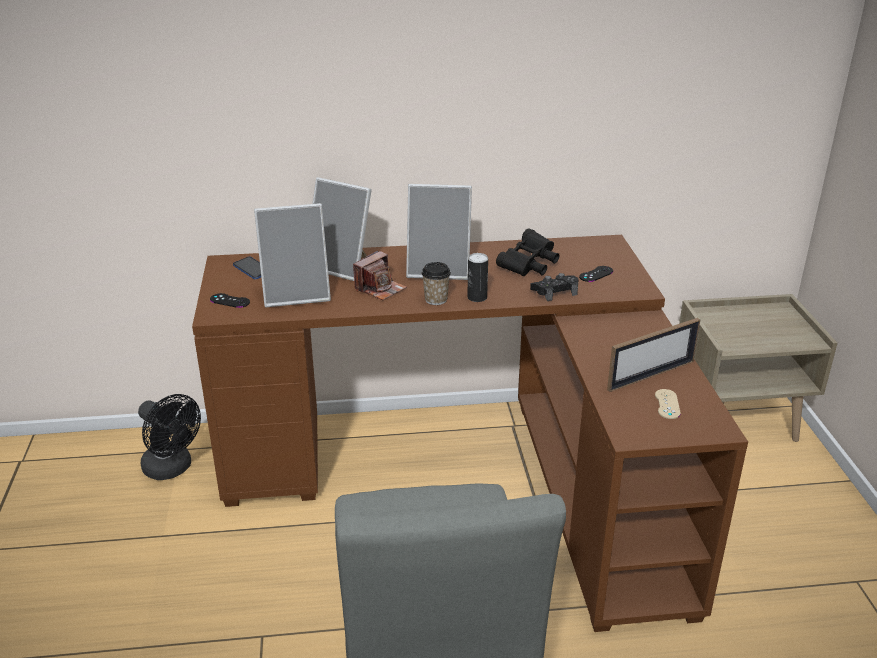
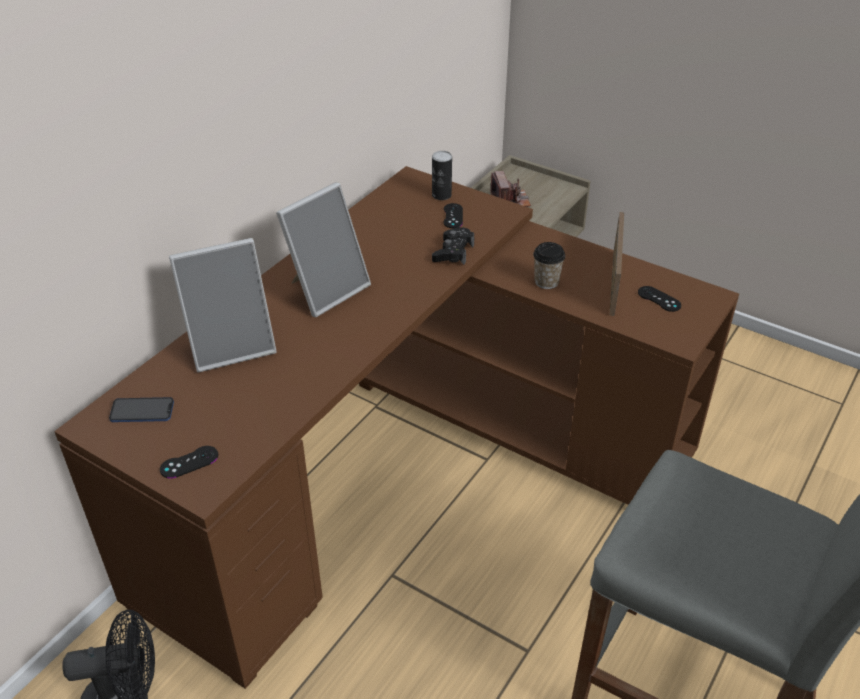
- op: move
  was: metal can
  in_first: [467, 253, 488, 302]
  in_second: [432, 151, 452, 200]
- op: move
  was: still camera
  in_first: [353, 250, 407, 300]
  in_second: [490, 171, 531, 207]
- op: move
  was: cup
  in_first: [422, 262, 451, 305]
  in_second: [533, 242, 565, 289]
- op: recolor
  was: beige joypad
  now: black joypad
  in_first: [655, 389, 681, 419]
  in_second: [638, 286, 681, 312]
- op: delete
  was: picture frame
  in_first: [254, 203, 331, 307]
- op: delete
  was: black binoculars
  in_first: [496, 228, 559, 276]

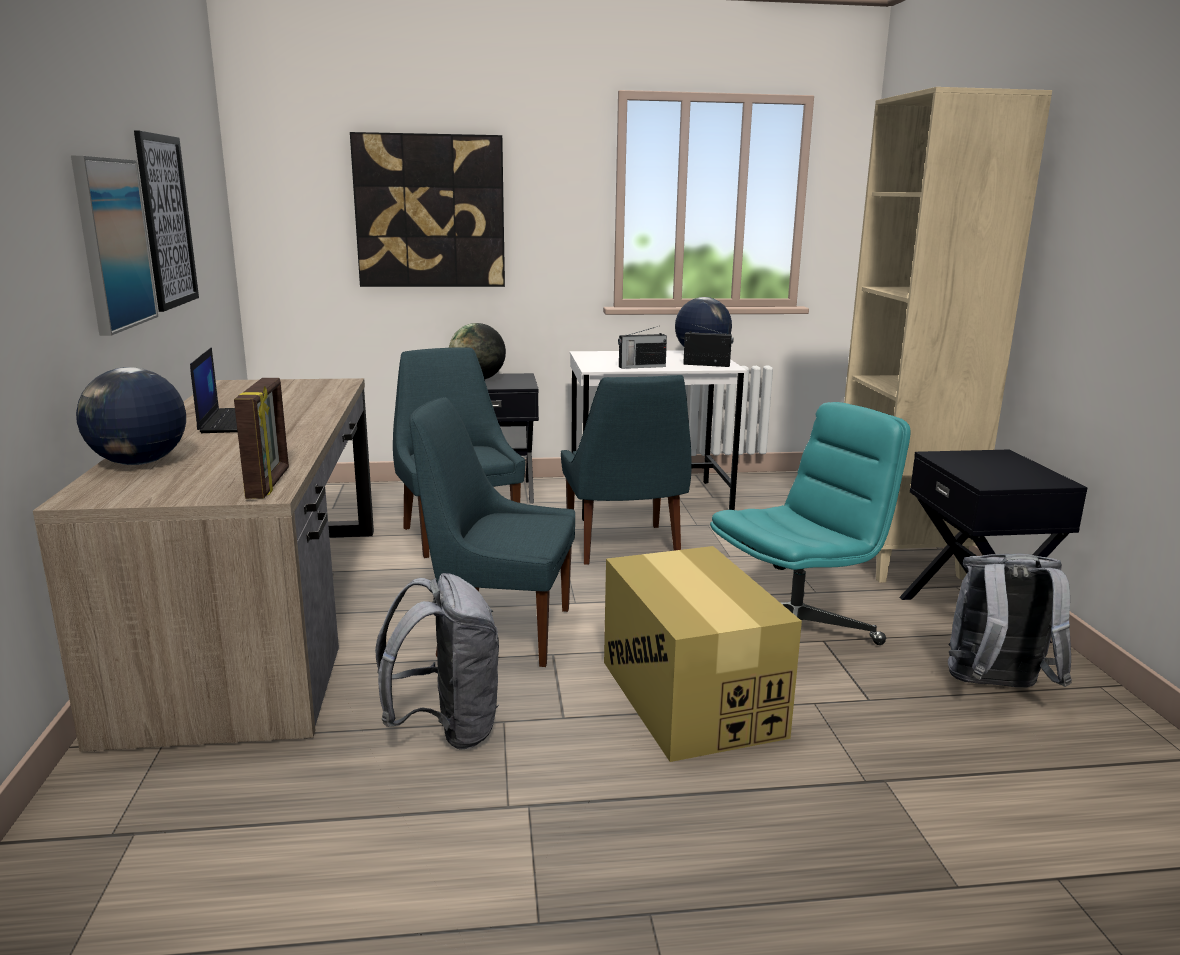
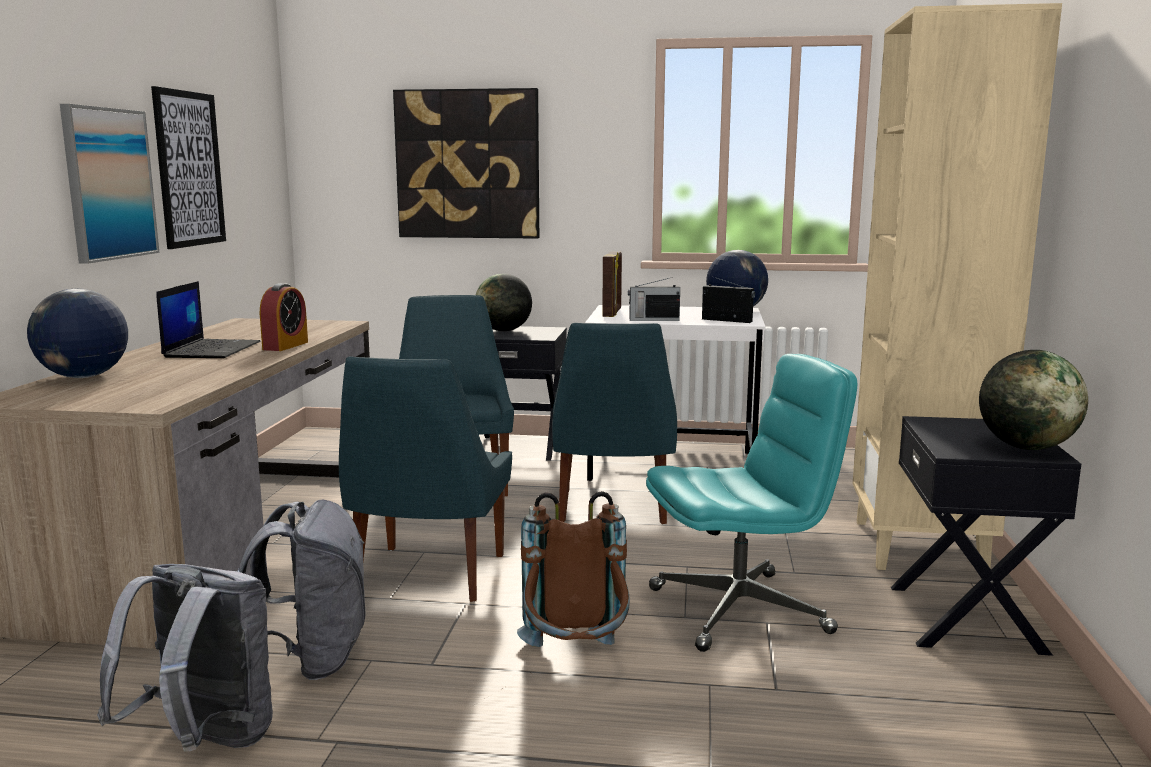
- op: move
  was: grey rucksack
  in_first: [948, 554, 1072, 688]
  in_second: [97, 564, 273, 751]
- op: insert
  now: bedside clock
  in_second: [260, 283, 308, 351]
- op: rotate
  was: blue upright chair
  in_first: [409, 397, 575, 667]
  in_second: [339, 357, 512, 602]
  clockwise: -105
- op: replace
  was: carton
  now: brownish rucksack
  in_first: [604, 546, 802, 762]
  in_second: [517, 491, 630, 647]
- op: move
  was: picture frame
  in_first: [234, 378, 289, 499]
  in_second: [602, 252, 622, 317]
- op: insert
  now: world globe
  in_second: [979, 350, 1088, 450]

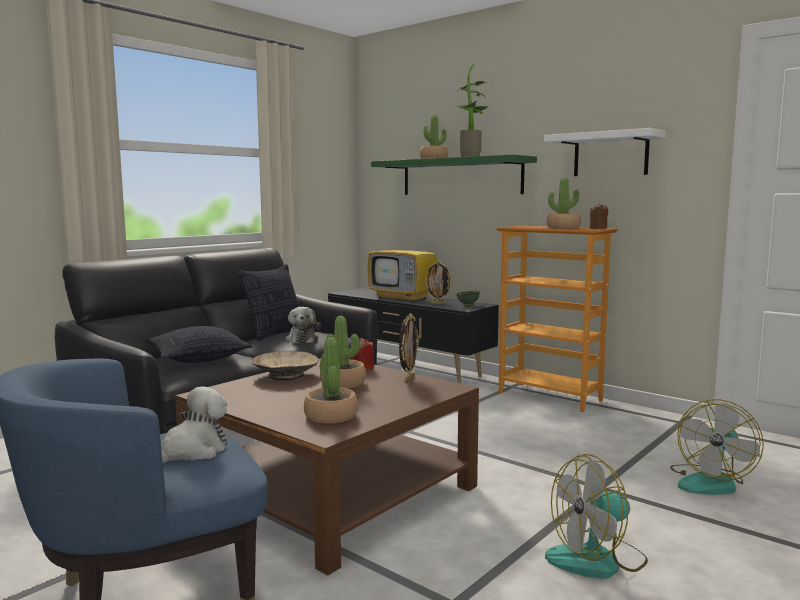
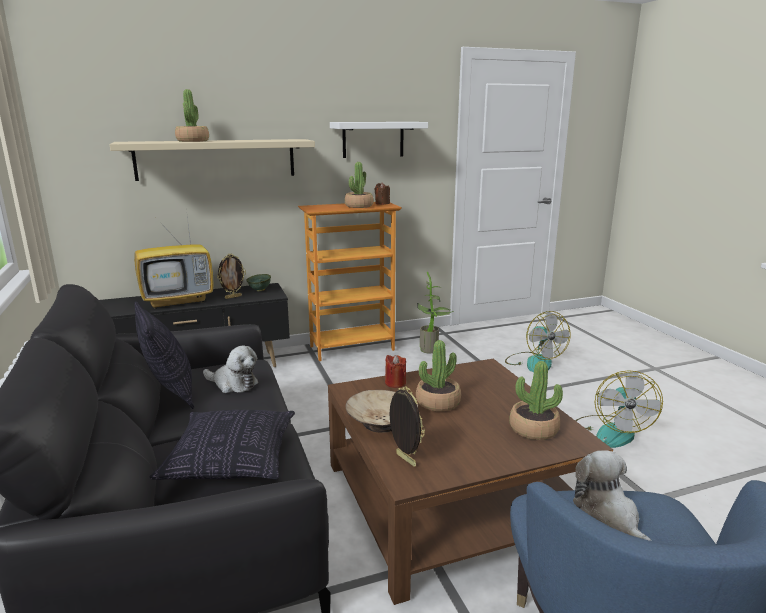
- op: recolor
  was: greenish shelf
  now: beige shelf
  in_first: [371, 155, 537, 195]
  in_second: [109, 139, 315, 181]
- op: move
  was: picture frame
  in_first: [399, 313, 419, 383]
  in_second: [390, 386, 425, 467]
- op: move
  was: plant in a pot
  in_first: [455, 64, 489, 157]
  in_second: [417, 272, 454, 354]

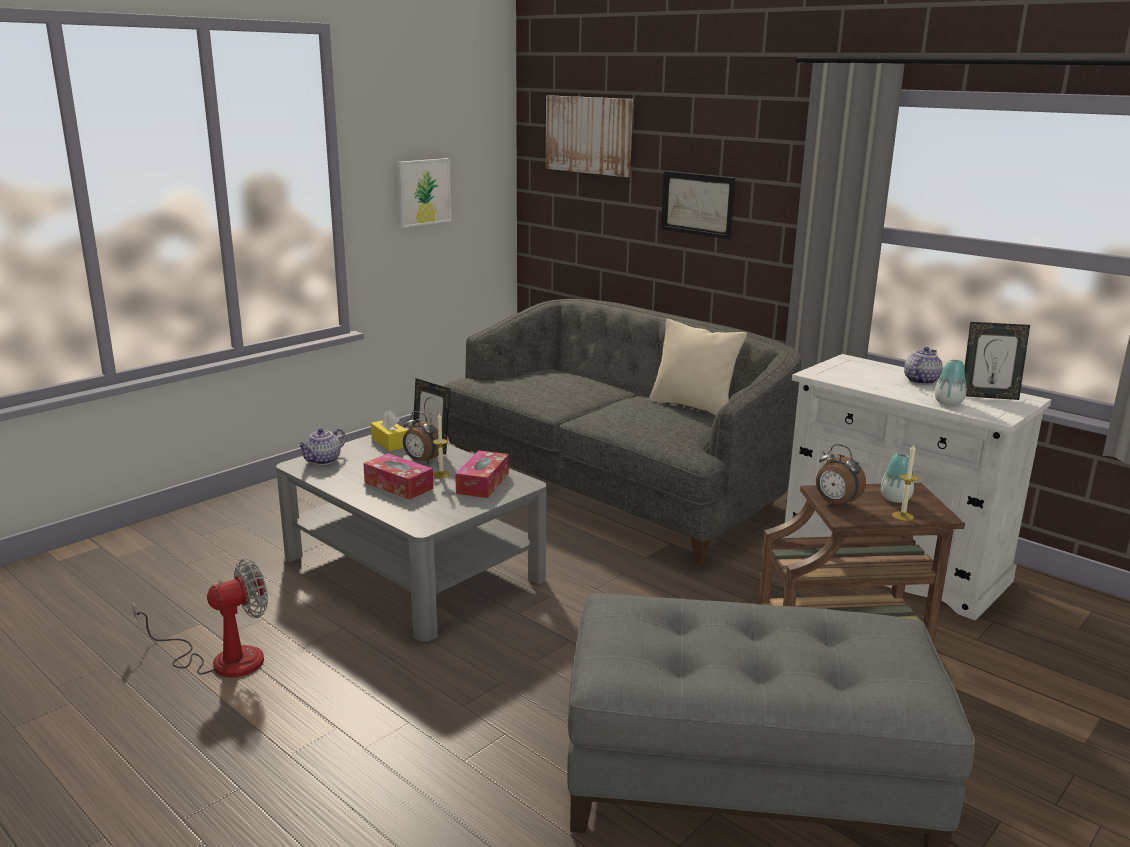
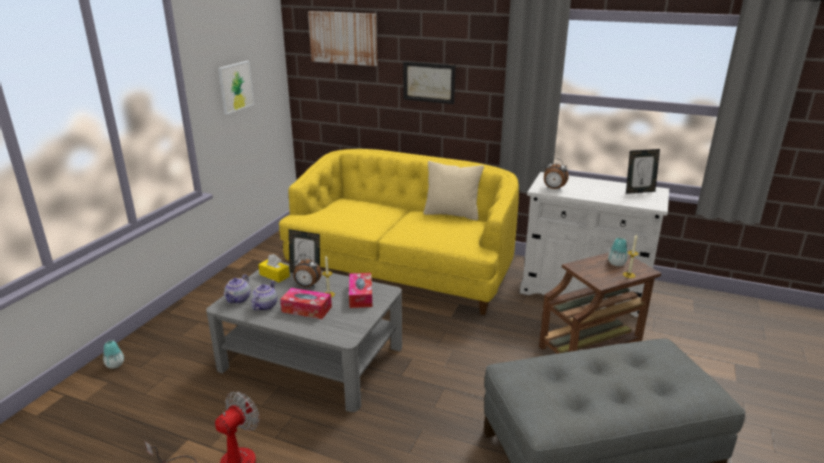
- op: move
  was: flower vase
  in_first: [935, 360, 966, 406]
  in_second: [103, 340, 124, 369]
- op: move
  was: teapot
  in_first: [904, 347, 943, 385]
  in_second: [251, 280, 277, 311]
- op: recolor
  was: grey settee
  now: yellowish settee
  in_first: [443, 299, 801, 565]
  in_second: [279, 149, 519, 315]
- op: move
  was: bedside clock
  in_first: [816, 444, 866, 508]
  in_second: [544, 158, 569, 190]

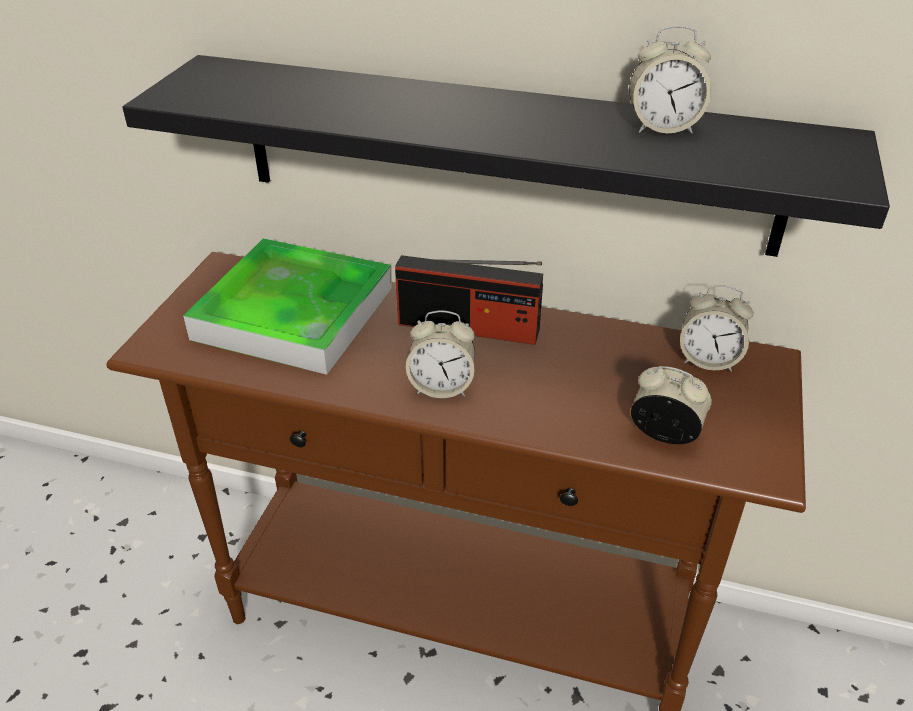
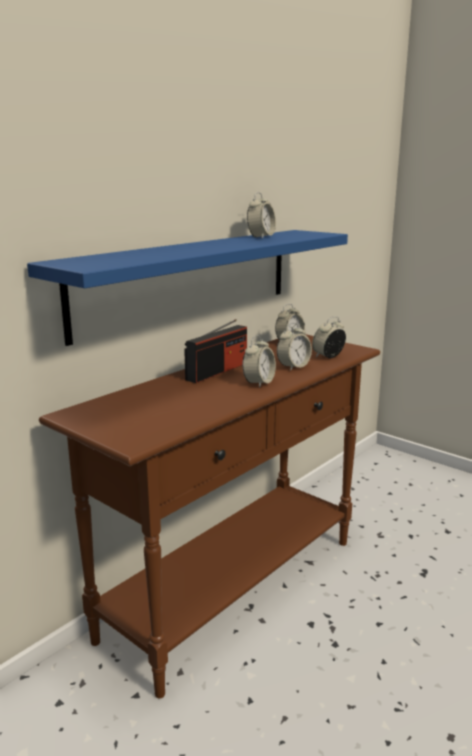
- op: recolor
  was: black shelf
  now: blue shelf
  in_first: [122, 55, 890, 257]
  in_second: [27, 230, 348, 346]
- op: insert
  now: bedside clock
  in_second: [277, 323, 312, 371]
- op: delete
  was: tray
  in_first: [183, 238, 392, 375]

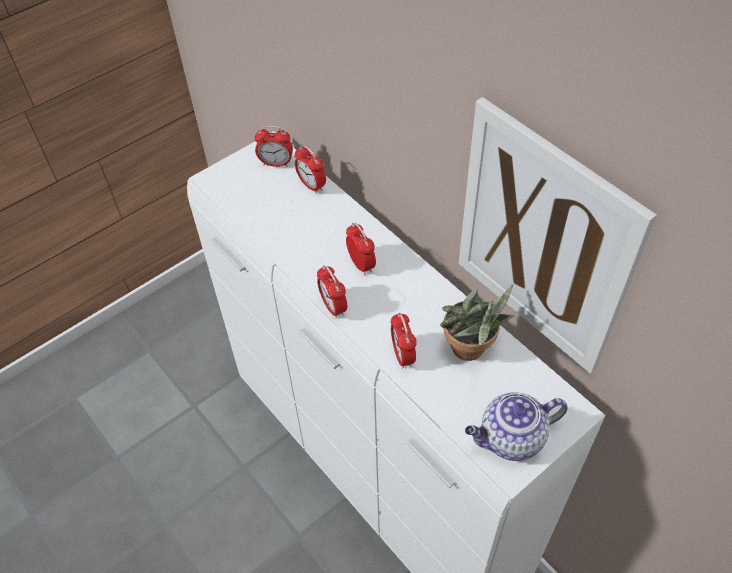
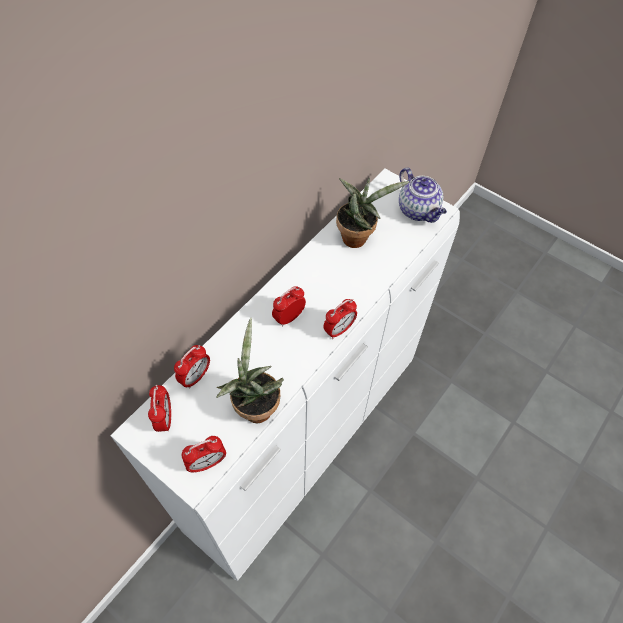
- op: move
  was: bedside clock
  in_first: [391, 312, 417, 368]
  in_second: [182, 436, 226, 473]
- op: insert
  now: plant in a pot
  in_second: [217, 318, 284, 423]
- op: delete
  was: wall art
  in_first: [459, 97, 657, 374]

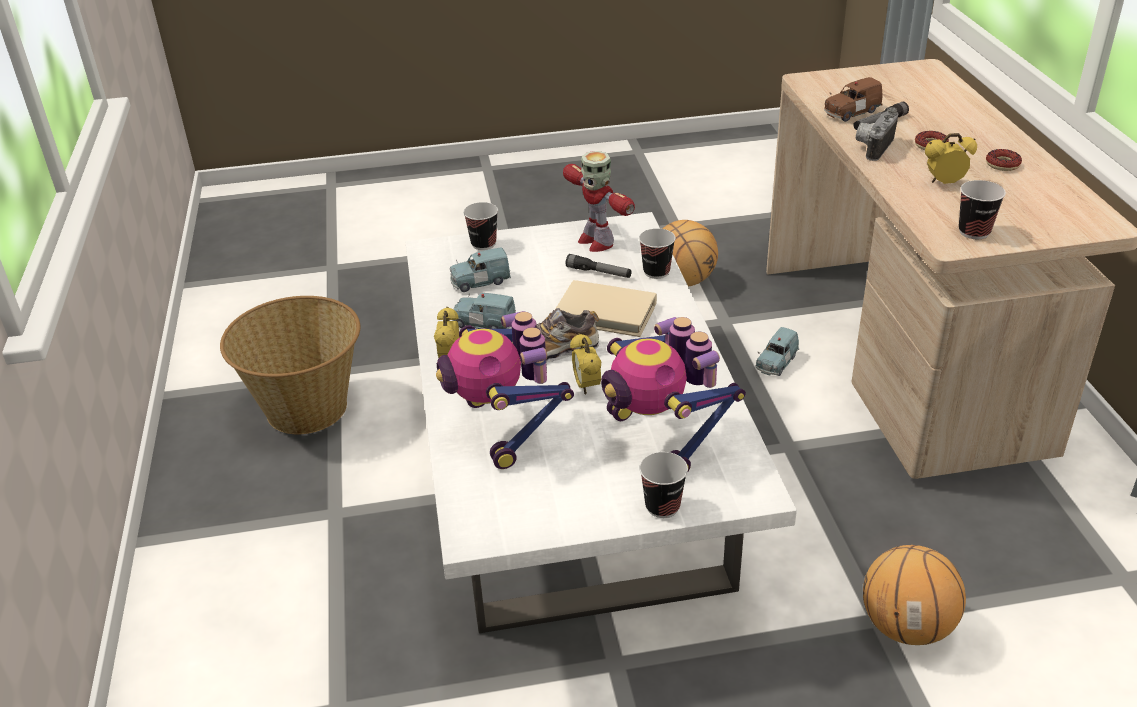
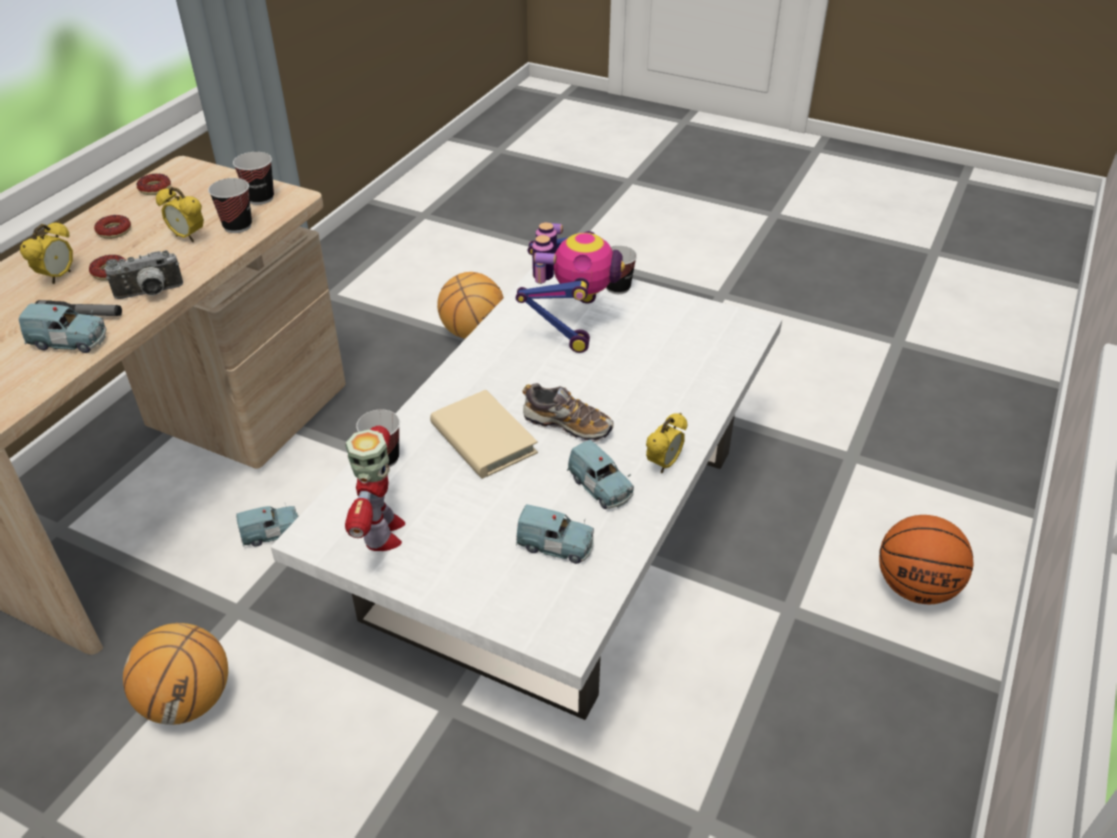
- op: recolor
  was: brownish model car
  now: blue model car
  in_first: [824, 77, 883, 122]
  in_second: [19, 303, 106, 353]
- op: move
  was: bedside clock
  in_first: [570, 333, 602, 395]
  in_second: [20, 222, 73, 284]
- op: insert
  now: doughnut
  in_second: [137, 174, 171, 195]
- op: move
  was: cup
  in_first: [463, 202, 498, 250]
  in_second: [208, 178, 252, 233]
- op: insert
  now: basketball
  in_second: [879, 515, 973, 604]
- op: delete
  was: household basket
  in_first: [220, 296, 360, 434]
- op: delete
  was: model robot
  in_first: [436, 311, 574, 469]
- op: delete
  was: torch
  in_first: [566, 254, 632, 278]

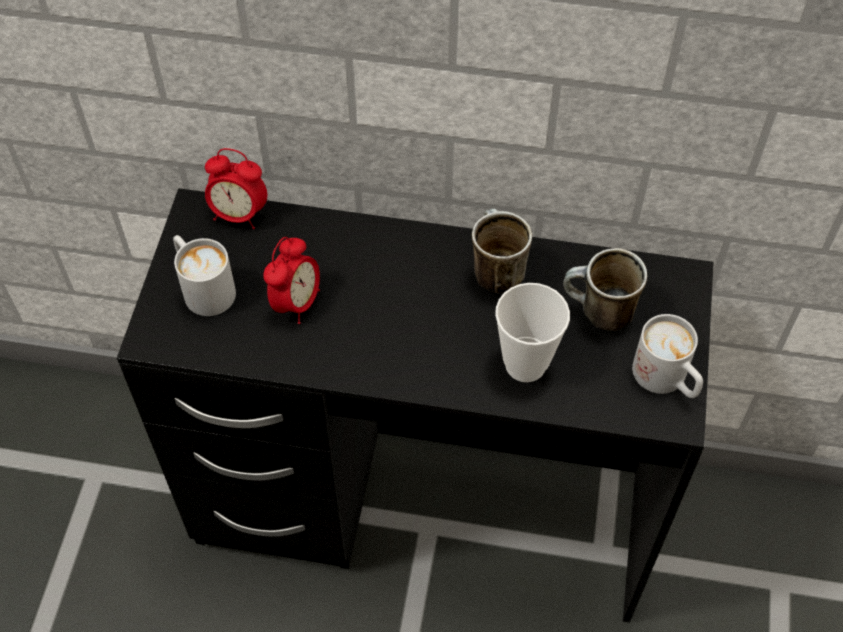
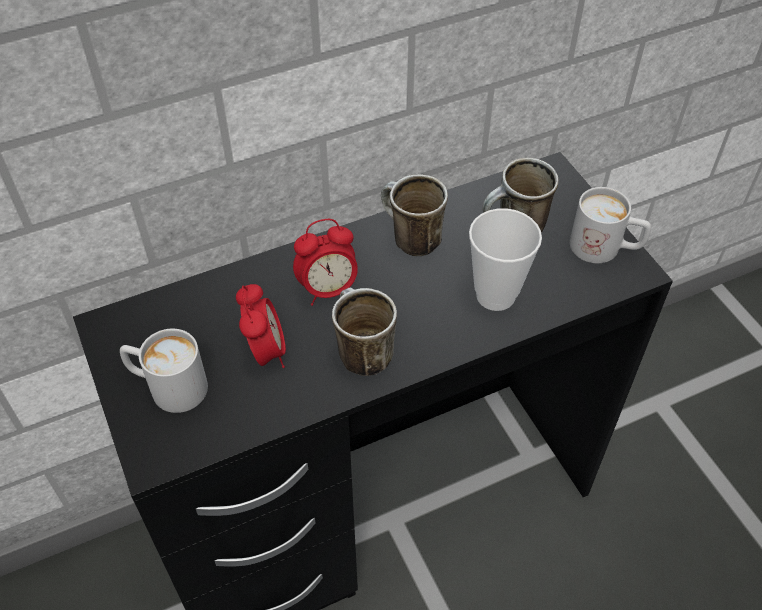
- op: move
  was: bedside clock
  in_first: [205, 148, 267, 229]
  in_second: [293, 219, 358, 306]
- op: insert
  now: coffee mug
  in_second: [332, 288, 397, 376]

